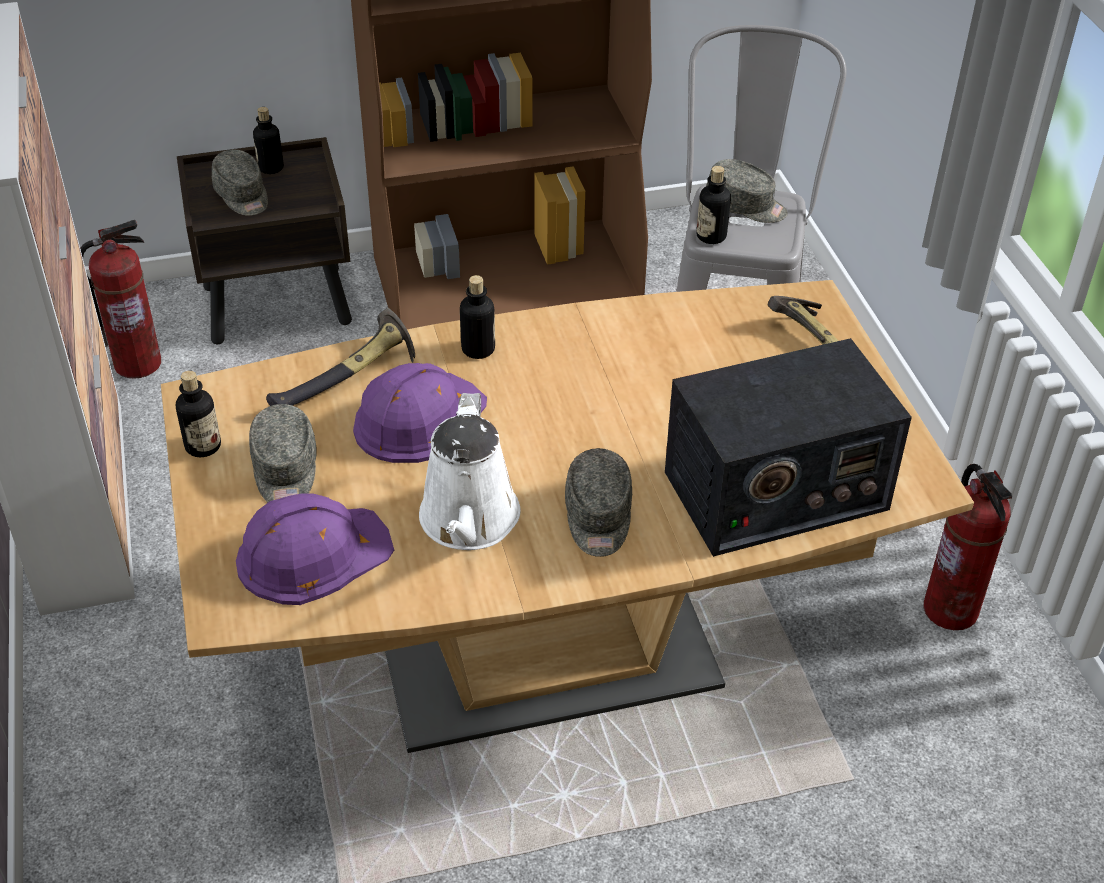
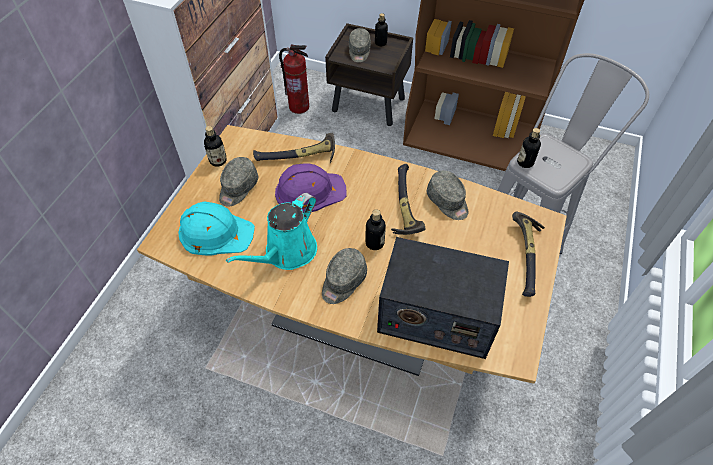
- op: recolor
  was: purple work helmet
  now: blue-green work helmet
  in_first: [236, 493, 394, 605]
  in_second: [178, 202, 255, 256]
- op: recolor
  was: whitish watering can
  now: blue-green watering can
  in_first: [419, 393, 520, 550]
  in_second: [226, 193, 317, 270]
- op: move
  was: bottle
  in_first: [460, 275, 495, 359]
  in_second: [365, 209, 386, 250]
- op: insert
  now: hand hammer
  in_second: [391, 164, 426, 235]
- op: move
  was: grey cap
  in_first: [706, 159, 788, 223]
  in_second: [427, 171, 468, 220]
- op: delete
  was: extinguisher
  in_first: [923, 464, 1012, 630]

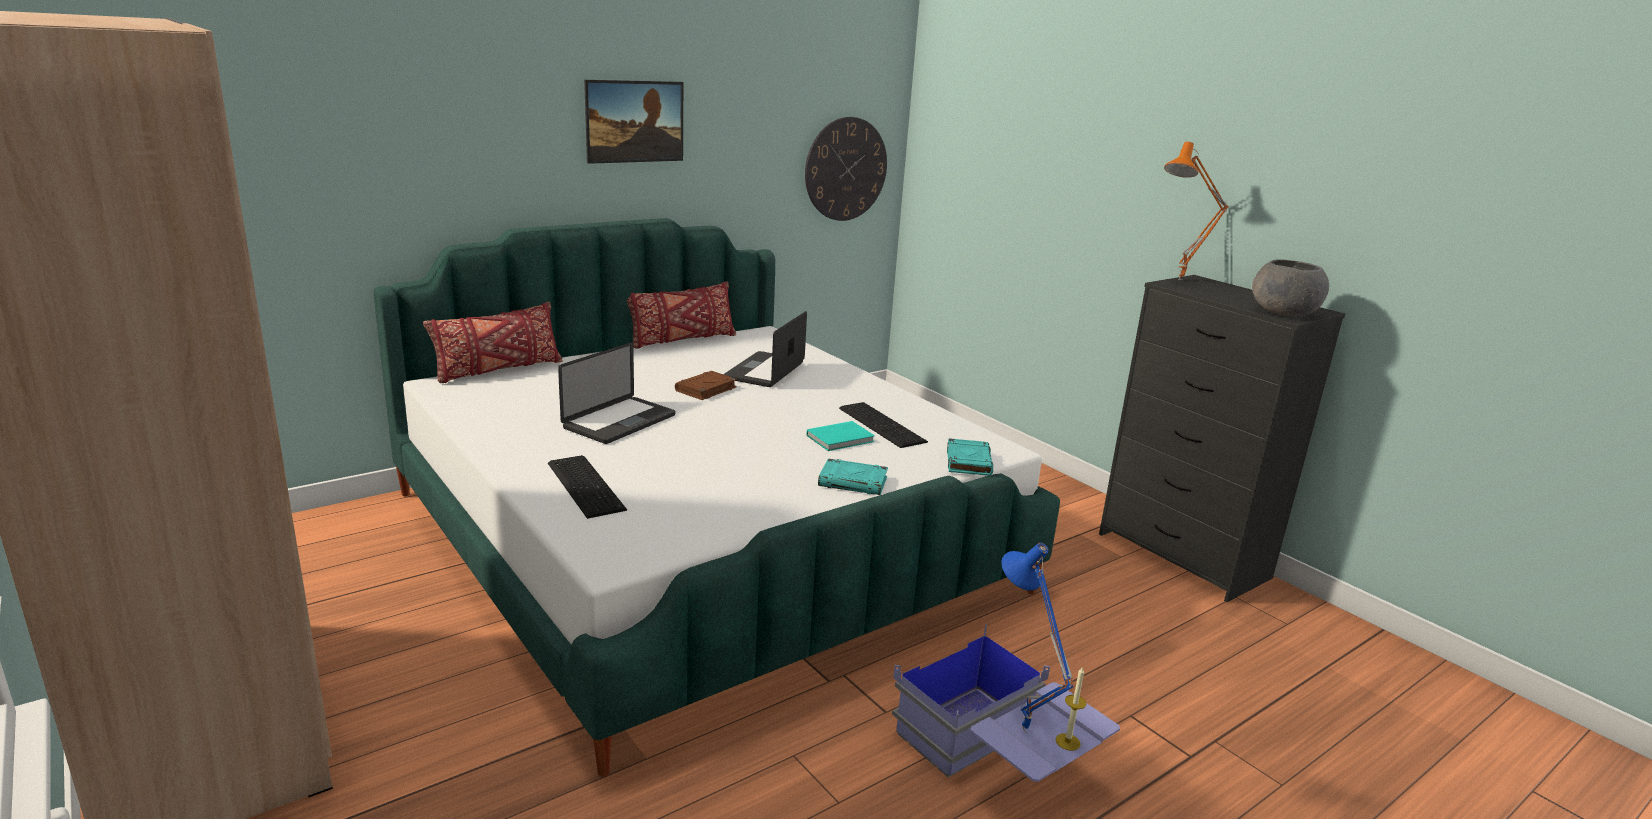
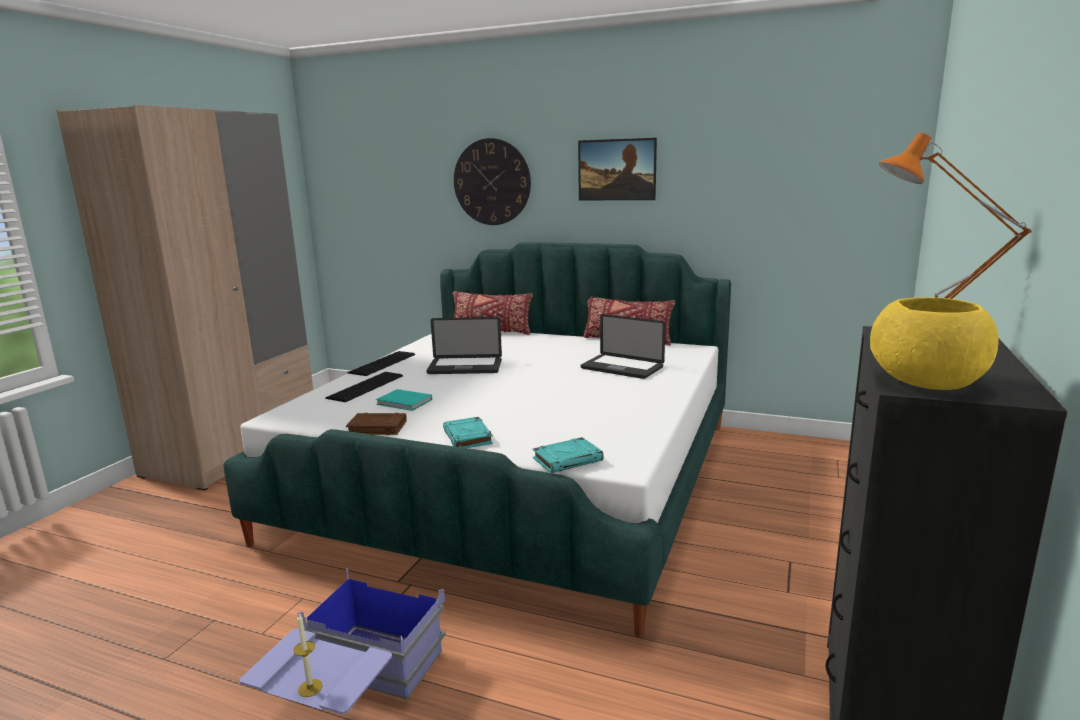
- op: move
  was: brownish book
  in_first: [675, 371, 737, 400]
  in_second: [346, 413, 407, 435]
- op: move
  was: keyboard
  in_first: [839, 402, 928, 448]
  in_second: [347, 351, 415, 376]
- op: move
  was: blue-green book
  in_first: [807, 421, 875, 451]
  in_second: [376, 389, 432, 411]
- op: move
  was: hanging clock
  in_first: [805, 117, 887, 221]
  in_second: [454, 138, 531, 225]
- op: rotate
  was: portable computer
  in_first: [724, 311, 807, 387]
  in_second: [581, 314, 665, 379]
  clockwise: -135
- op: recolor
  was: grey serving bowl
  now: yellowish serving bowl
  in_first: [1252, 259, 1329, 316]
  in_second: [870, 297, 999, 390]
- op: delete
  was: blue table lamp
  in_first: [1001, 543, 1074, 732]

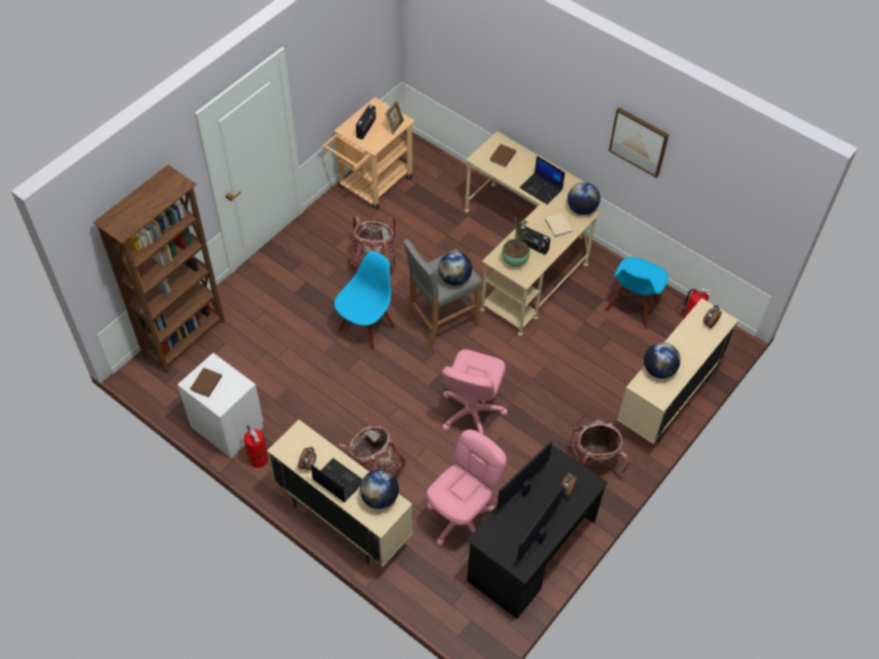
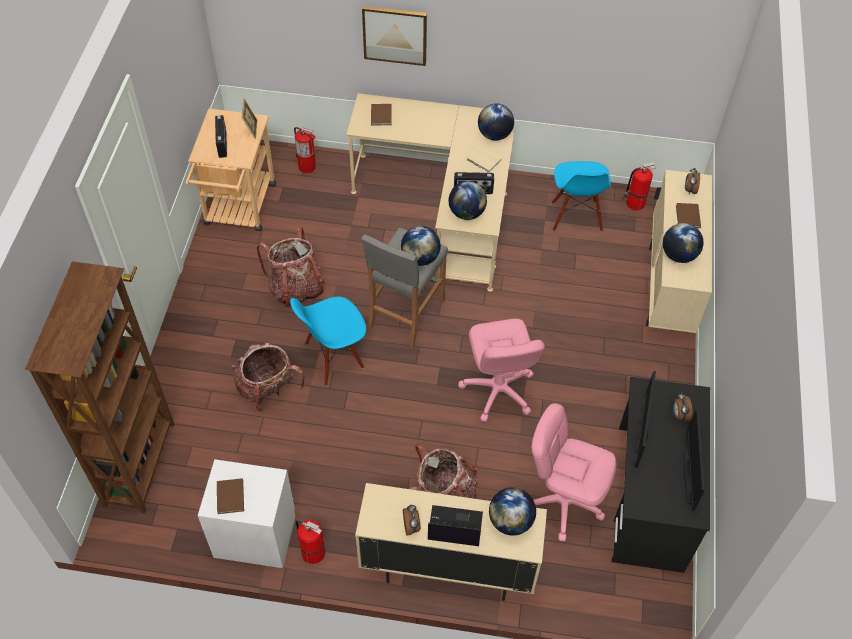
- op: move
  was: rucksack
  in_first: [569, 419, 630, 473]
  in_second: [232, 343, 305, 411]
- op: rotate
  was: blue upright chair
  in_first: [334, 251, 395, 351]
  in_second: [290, 297, 366, 386]
  clockwise: -120
- op: insert
  now: extinguisher
  in_second: [294, 127, 316, 173]
- op: move
  was: wall art
  in_first: [609, 108, 669, 178]
  in_second: [362, 6, 427, 66]
- op: replace
  was: plant in a pot
  now: world globe
  in_first: [502, 216, 530, 267]
  in_second: [448, 181, 487, 220]
- op: rotate
  was: pink-coloured computer chair
  in_first: [426, 429, 507, 545]
  in_second: [532, 403, 617, 541]
  clockwise: -75
- op: insert
  now: brownish book
  in_second: [676, 203, 701, 228]
- op: delete
  was: portable computer
  in_first: [519, 156, 565, 205]

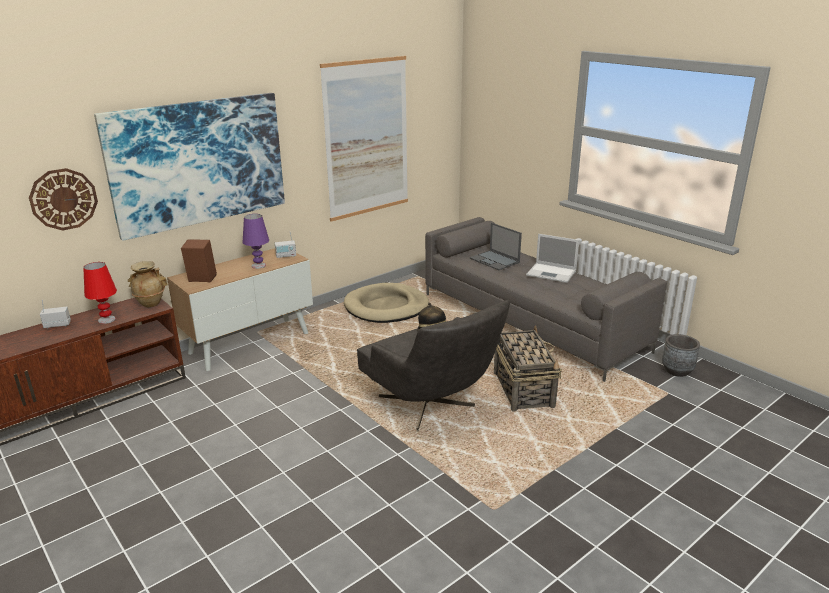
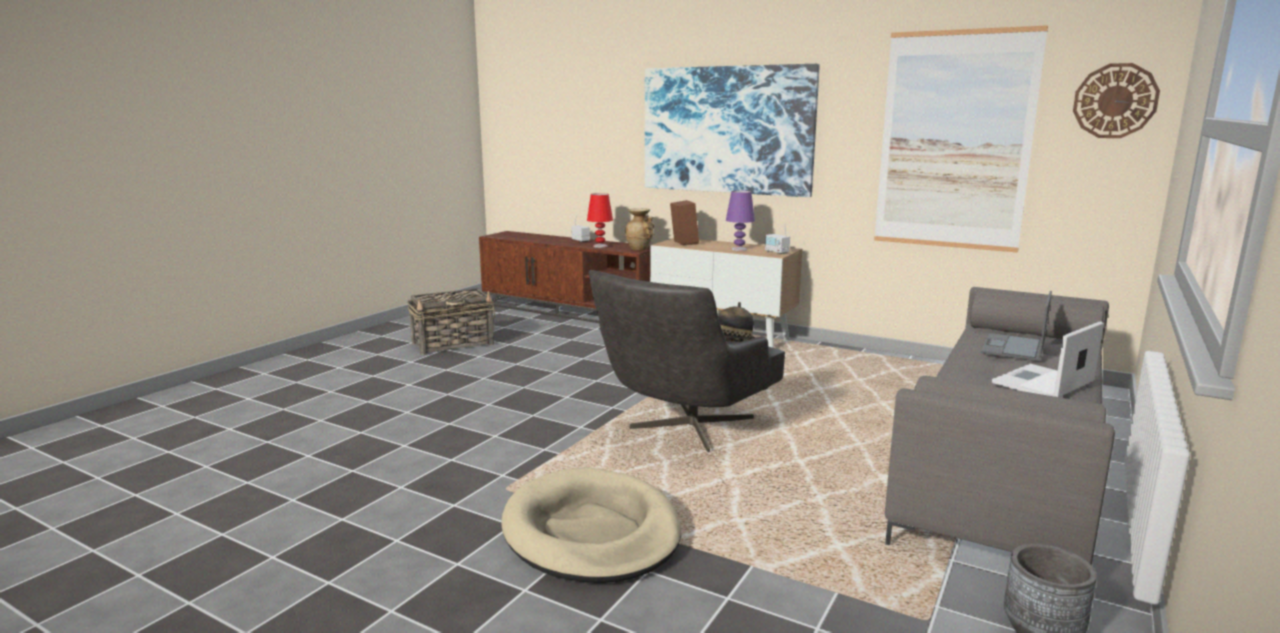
- op: move
  was: household basket
  in_first: [494, 325, 562, 412]
  in_second: [408, 288, 495, 355]
- op: move
  was: beige dog cushion
  in_first: [344, 283, 429, 323]
  in_second: [501, 467, 681, 583]
- op: rotate
  was: portable computer
  in_first: [526, 234, 579, 283]
  in_second: [992, 321, 1104, 397]
  clockwise: 45
- op: move
  was: hanging clock
  in_first: [29, 168, 98, 231]
  in_second: [1073, 63, 1160, 138]

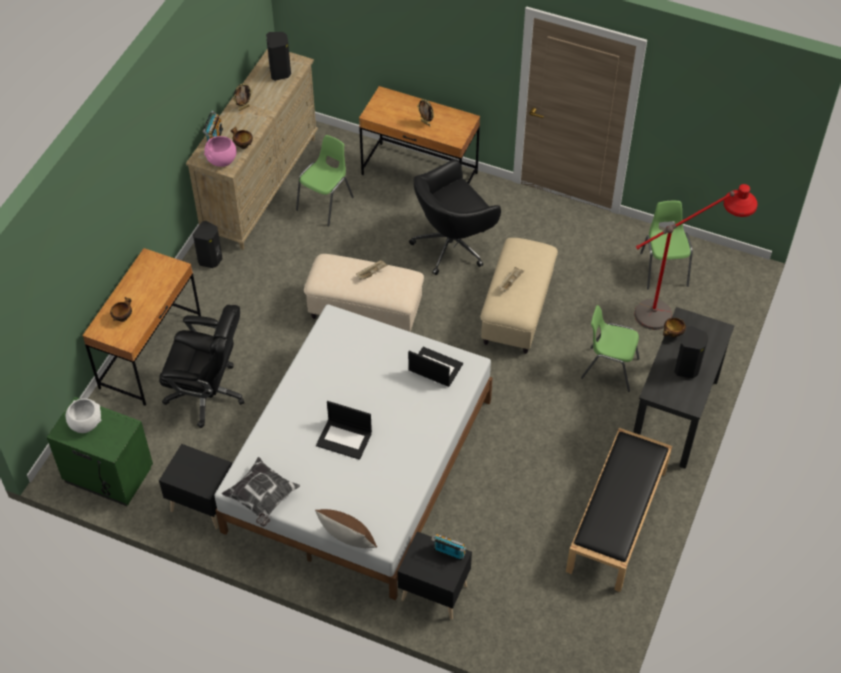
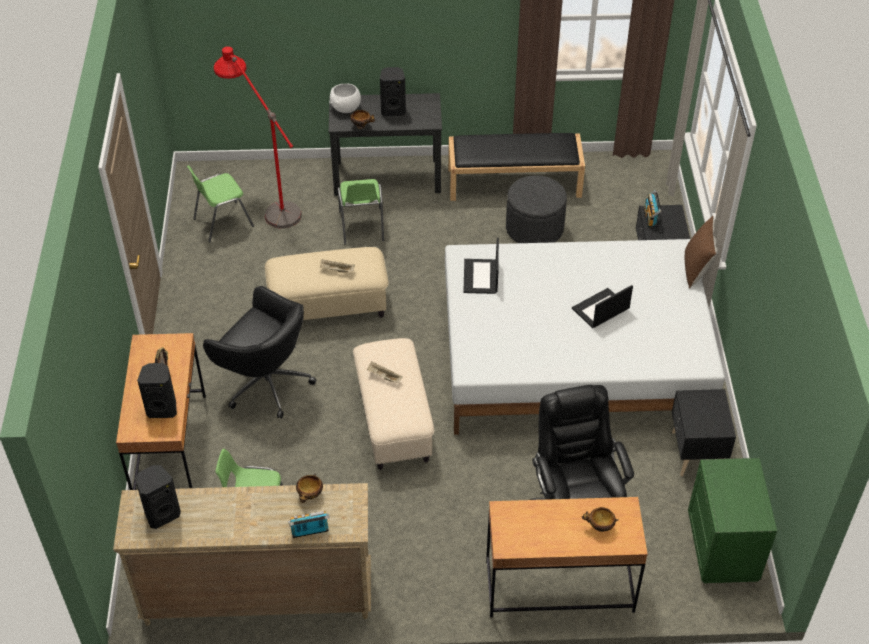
- op: move
  was: black speaker
  in_first: [193, 221, 223, 268]
  in_second: [137, 363, 177, 418]
- op: move
  was: whitish serving bowl
  in_first: [66, 398, 101, 433]
  in_second: [329, 84, 361, 113]
- op: insert
  now: grey ottoman
  in_second: [506, 175, 567, 243]
- op: rotate
  was: portable computer
  in_first: [316, 401, 372, 460]
  in_second: [572, 285, 633, 328]
  clockwise: -120
- op: delete
  was: pink-coloured serving bowl
  in_first: [204, 136, 237, 167]
- op: delete
  was: throw pillow
  in_first: [222, 457, 300, 527]
- op: delete
  was: picture frame
  in_first: [233, 84, 252, 111]

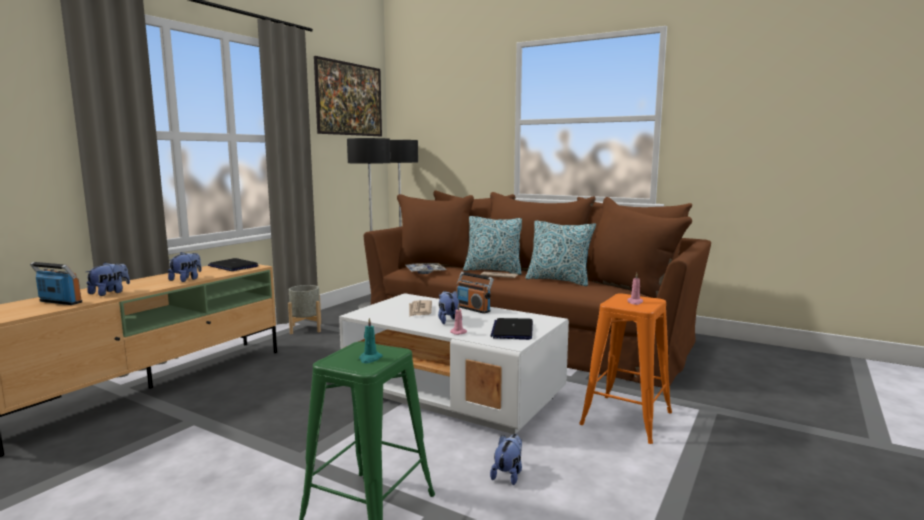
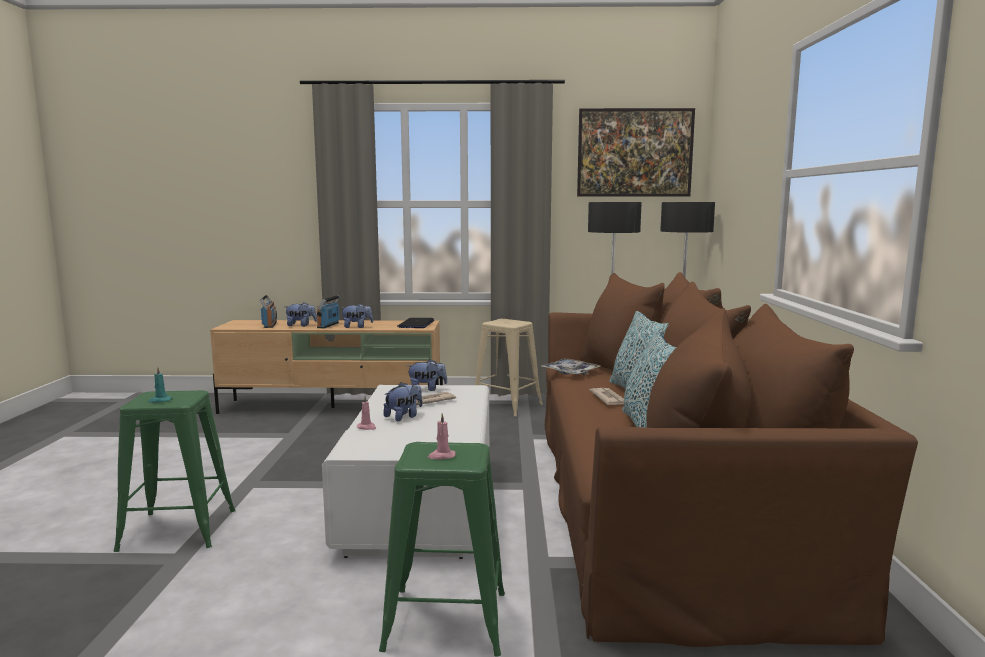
- op: move
  was: radio receiver
  in_first: [456, 272, 494, 314]
  in_second: [317, 295, 340, 328]
- op: recolor
  was: orange-coloured stool
  now: greenish stool
  in_first: [579, 294, 672, 444]
  in_second: [379, 442, 505, 657]
- op: move
  was: soft toy
  in_first: [490, 434, 522, 485]
  in_second: [407, 359, 447, 391]
- op: replace
  was: grey plant pot
  now: beige stool
  in_first: [288, 285, 321, 334]
  in_second: [475, 319, 543, 416]
- op: delete
  was: portable computer
  in_first: [491, 318, 533, 340]

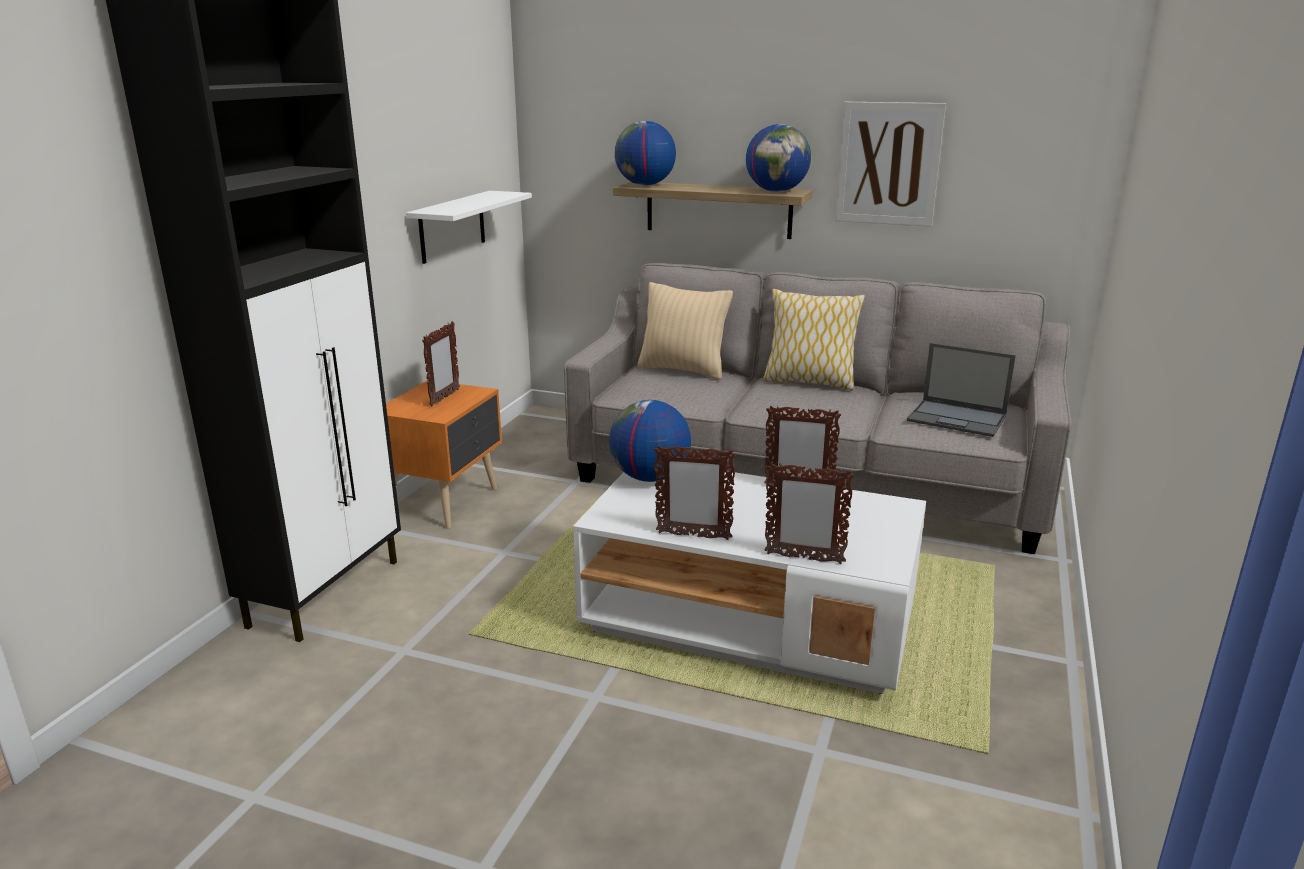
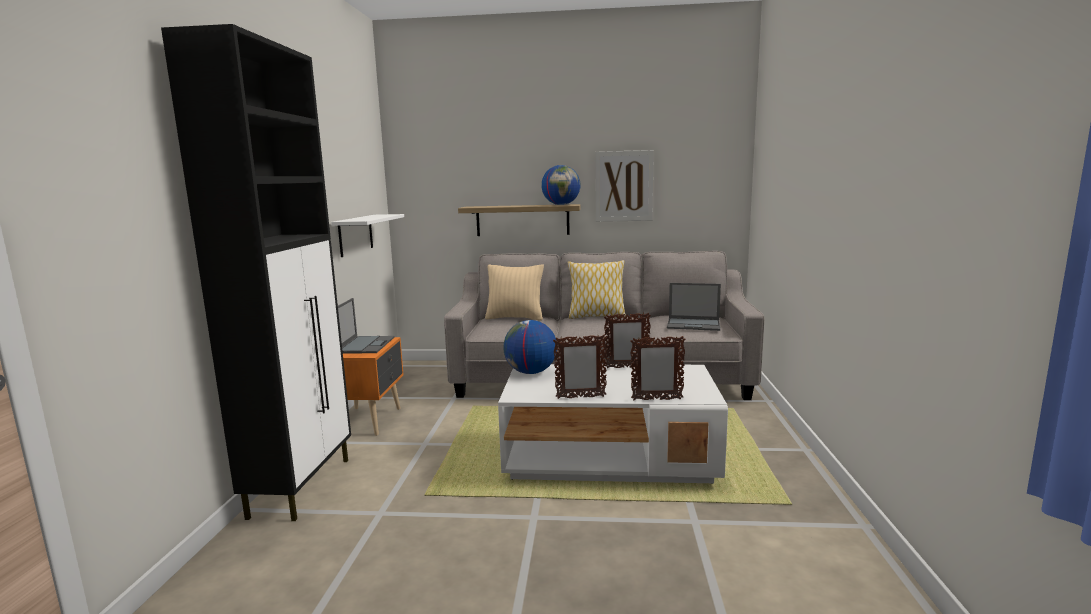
- op: replace
  was: picture frame
  now: portable computer
  in_first: [422, 321, 460, 407]
  in_second: [338, 298, 394, 354]
- op: delete
  was: world globe
  in_first: [615, 121, 676, 185]

